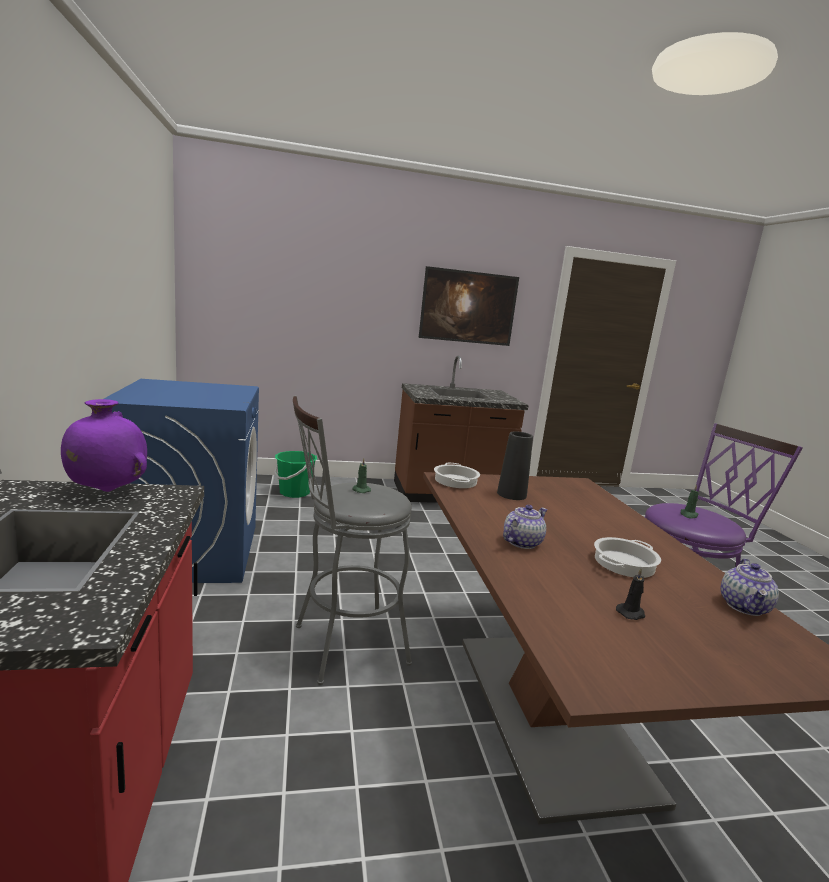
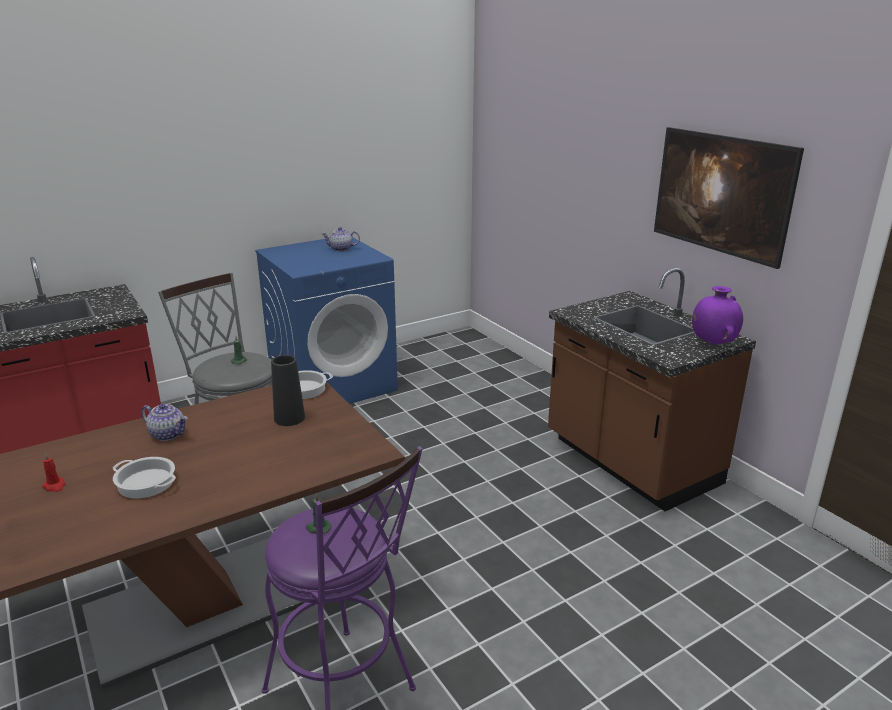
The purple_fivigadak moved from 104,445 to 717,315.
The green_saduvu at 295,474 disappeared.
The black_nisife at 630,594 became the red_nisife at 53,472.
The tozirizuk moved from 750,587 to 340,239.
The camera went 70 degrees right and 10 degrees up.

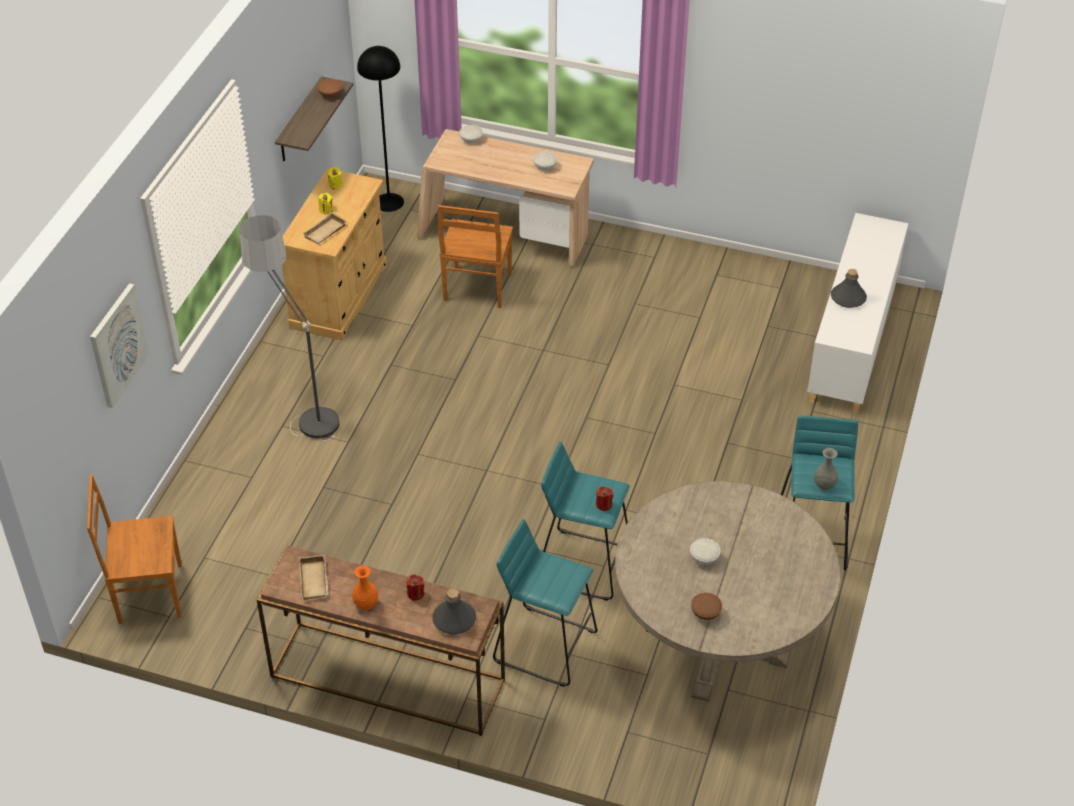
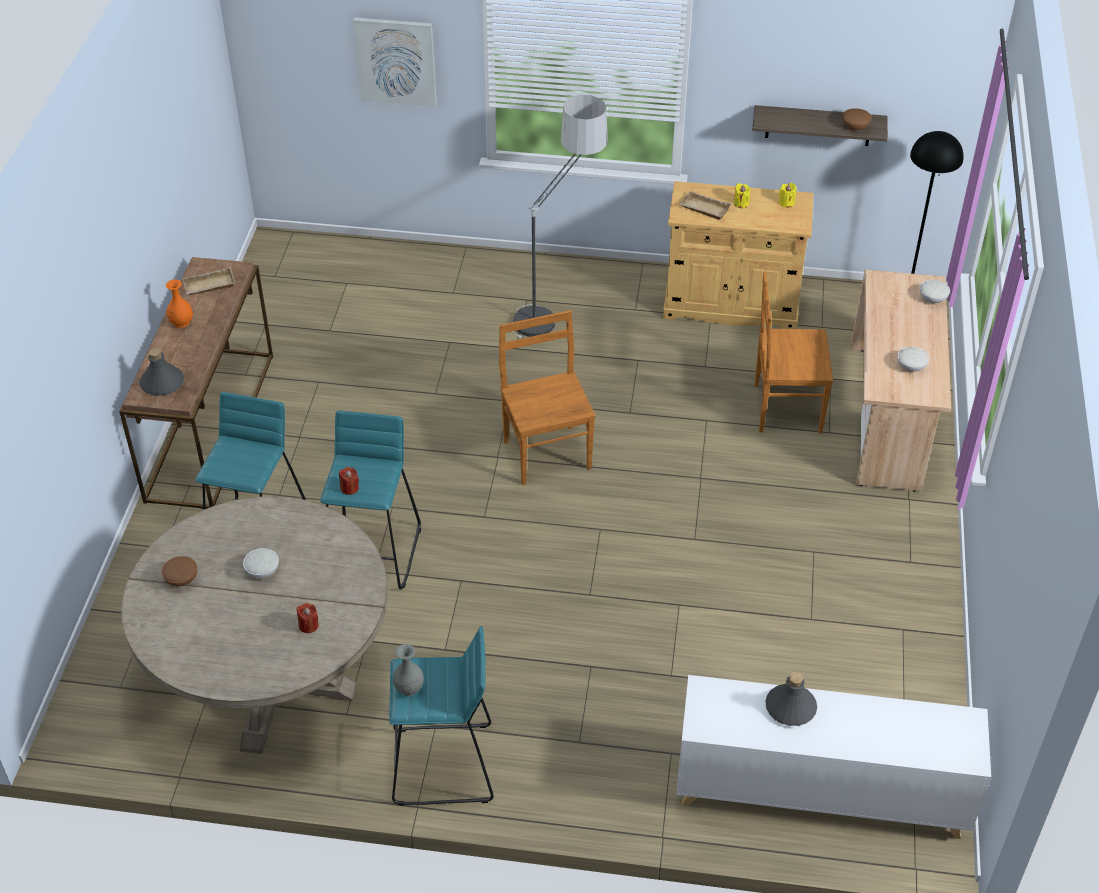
The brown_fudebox moved from 134,549 to 547,397.
The red_nisife moved from 415,588 to 308,618.
The camera went 80 degrees right and 0 degrees up.

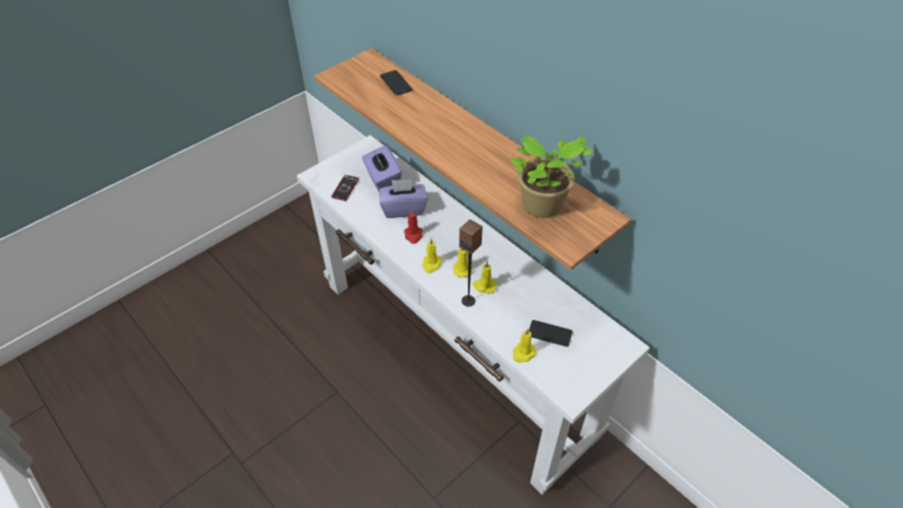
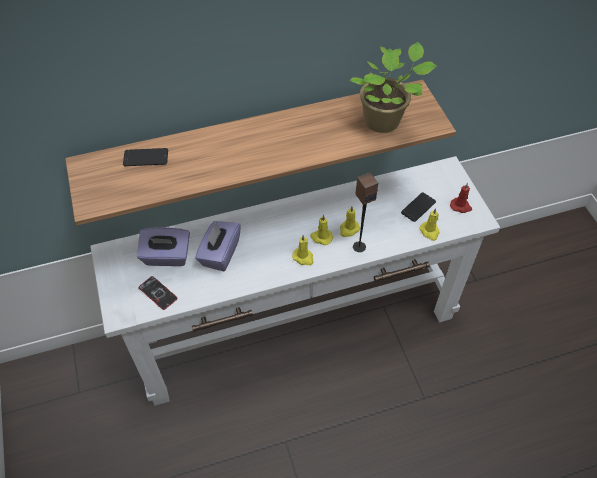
The red_nisife moved from 413,227 to 461,198.
The camera went 65 degrees left and 5 degrees up.

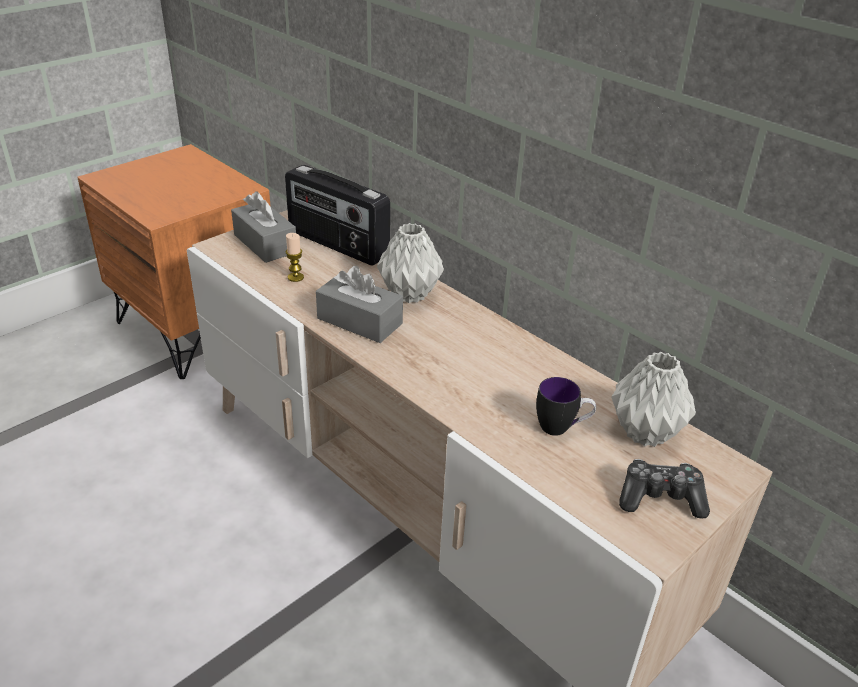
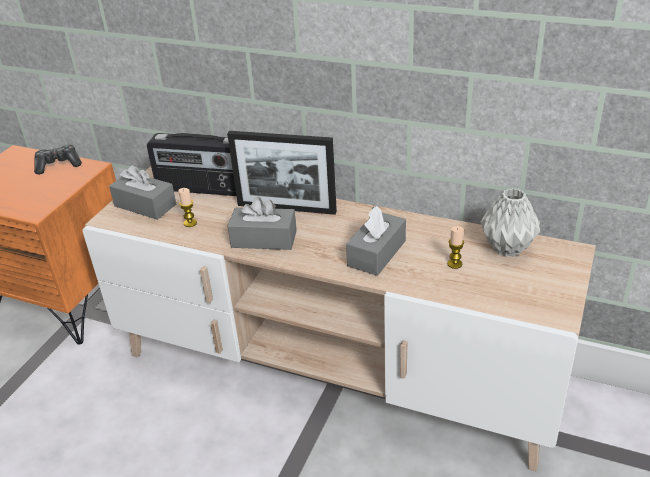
The grey_fivigadak at 410,263 was replaced by the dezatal at 282,173.
The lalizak at 566,406 was replaced by the nisife at 455,247.
The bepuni moved from 664,488 to 58,160.
The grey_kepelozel at 376,241 appeared.
The camera went 20 degrees left and 0 degrees up.

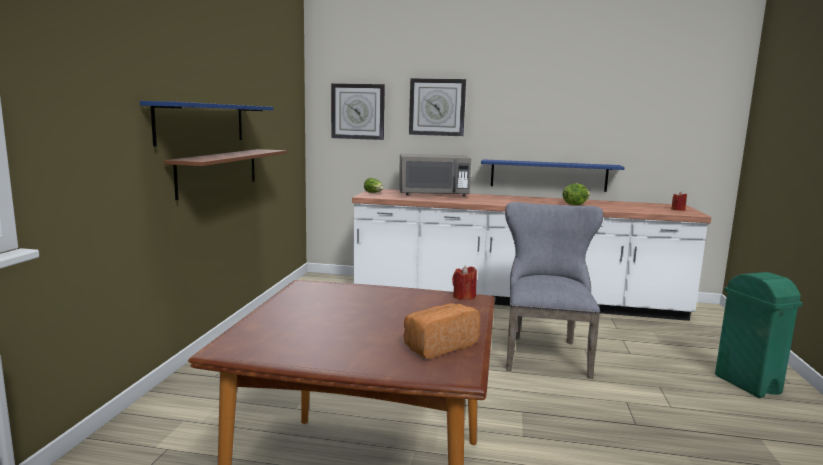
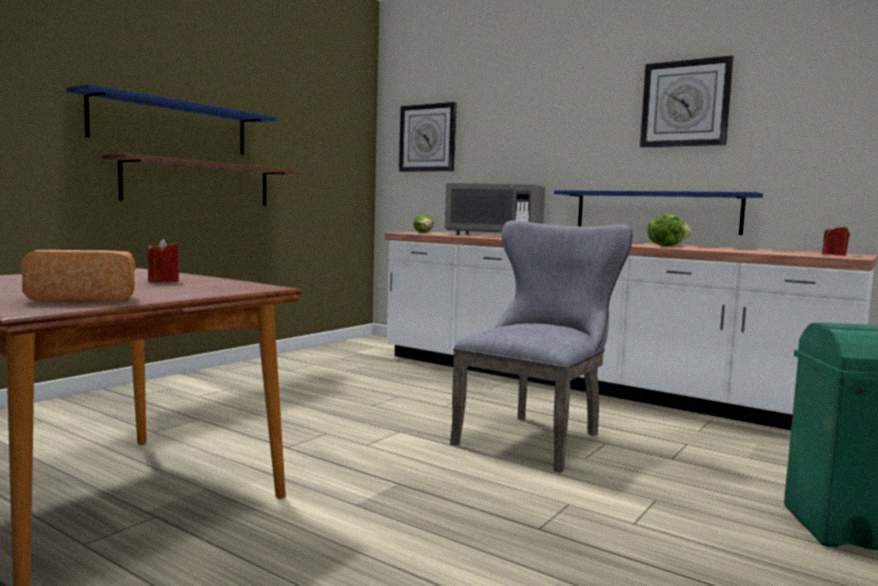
The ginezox moved from 437,107 to 686,101.
The red_nisife moved from 464,282 to 163,260.
The camera went 25 degrees right and 5 degrees down.

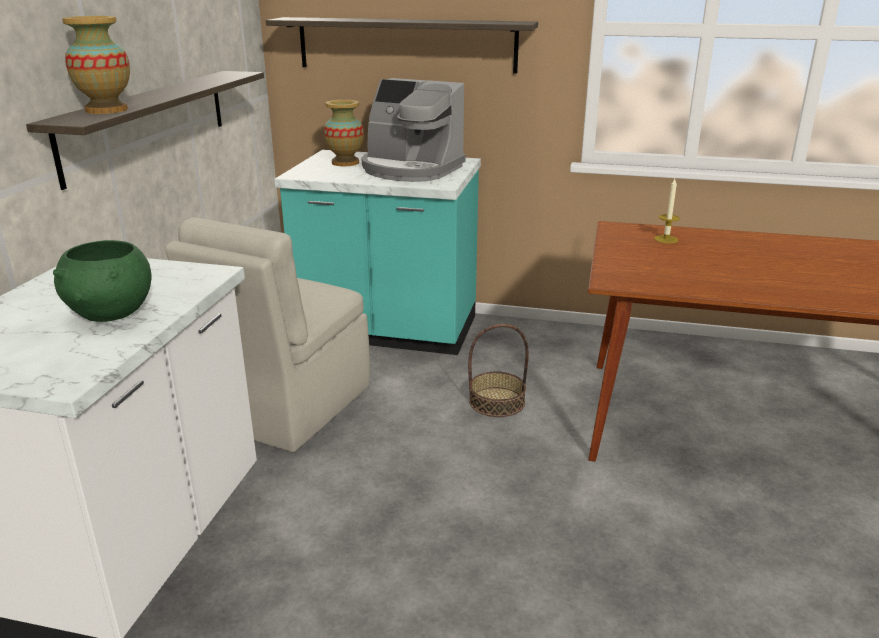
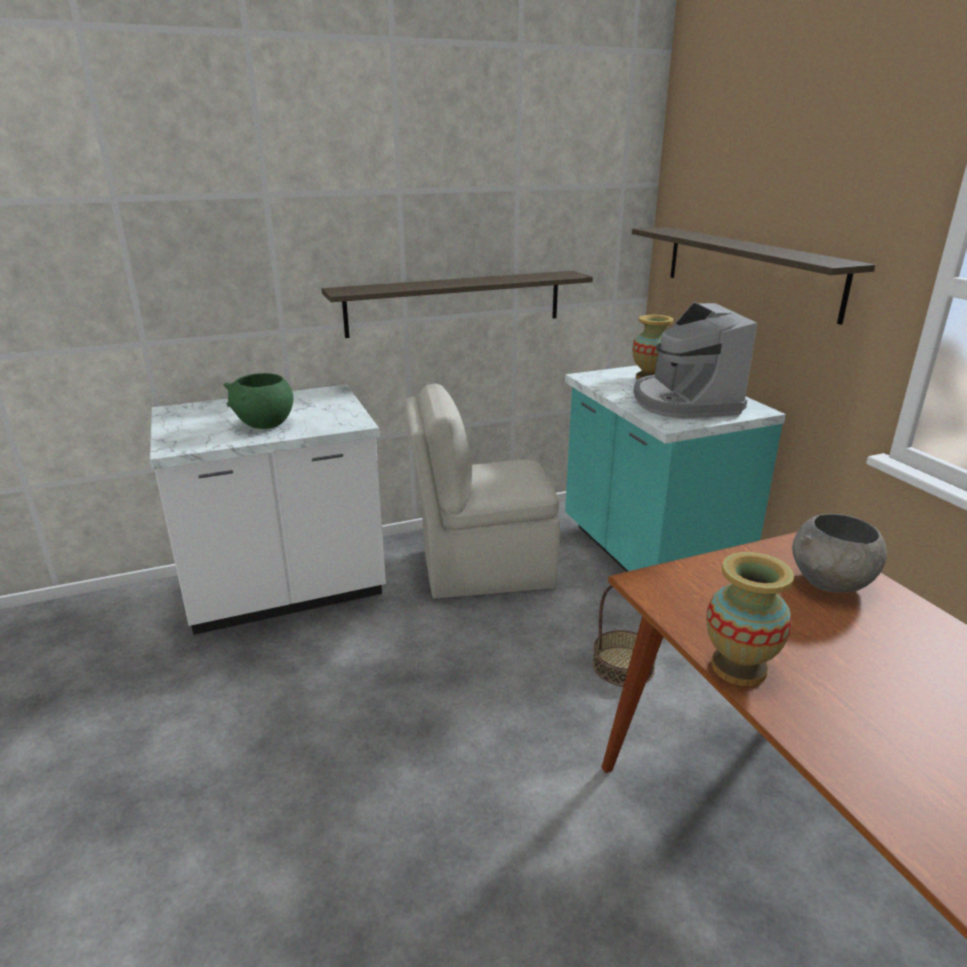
The fivigadak moved from 96,65 to 750,619.
The nisife at 667,211 was replaced by the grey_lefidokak at 839,553.
The camera went 55 degrees right and 0 degrees up.

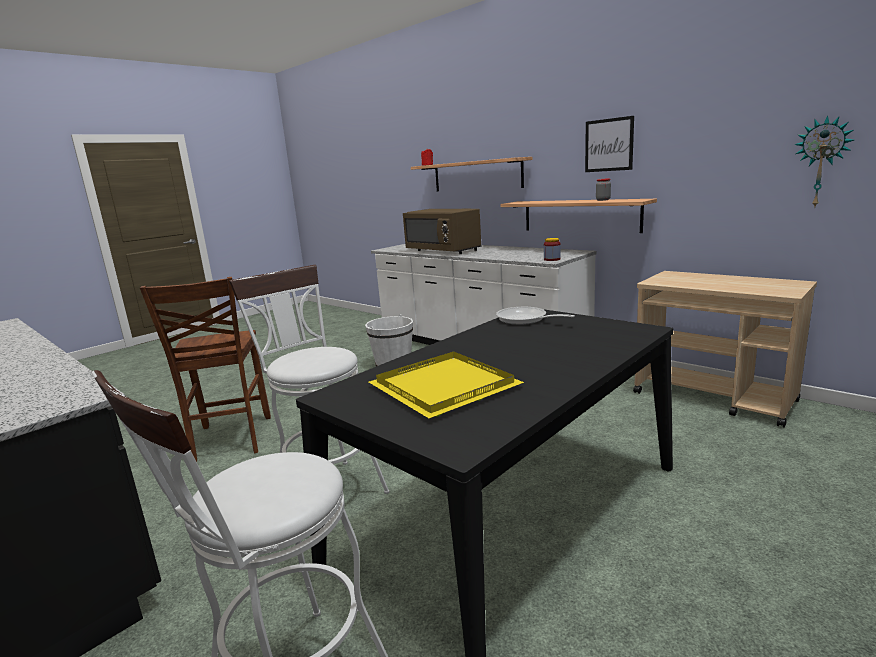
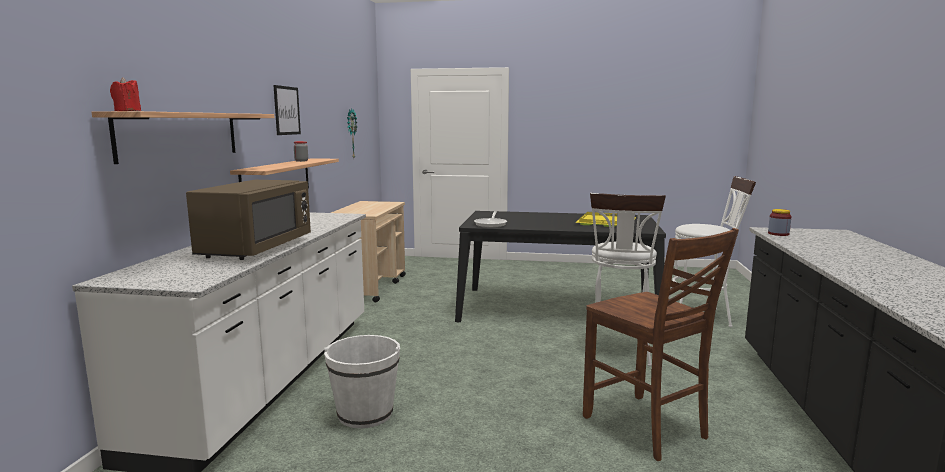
The brown_fudebox at 205,369 turned 105 degrees clockwise.
The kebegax moved from 552,249 to 780,222.
The camera went 125 degrees left and 5 degrees down.

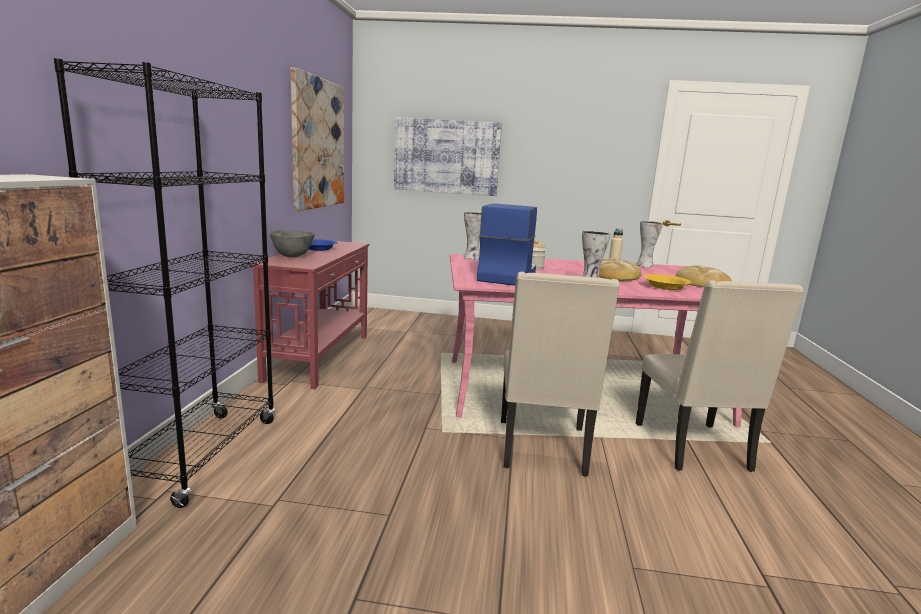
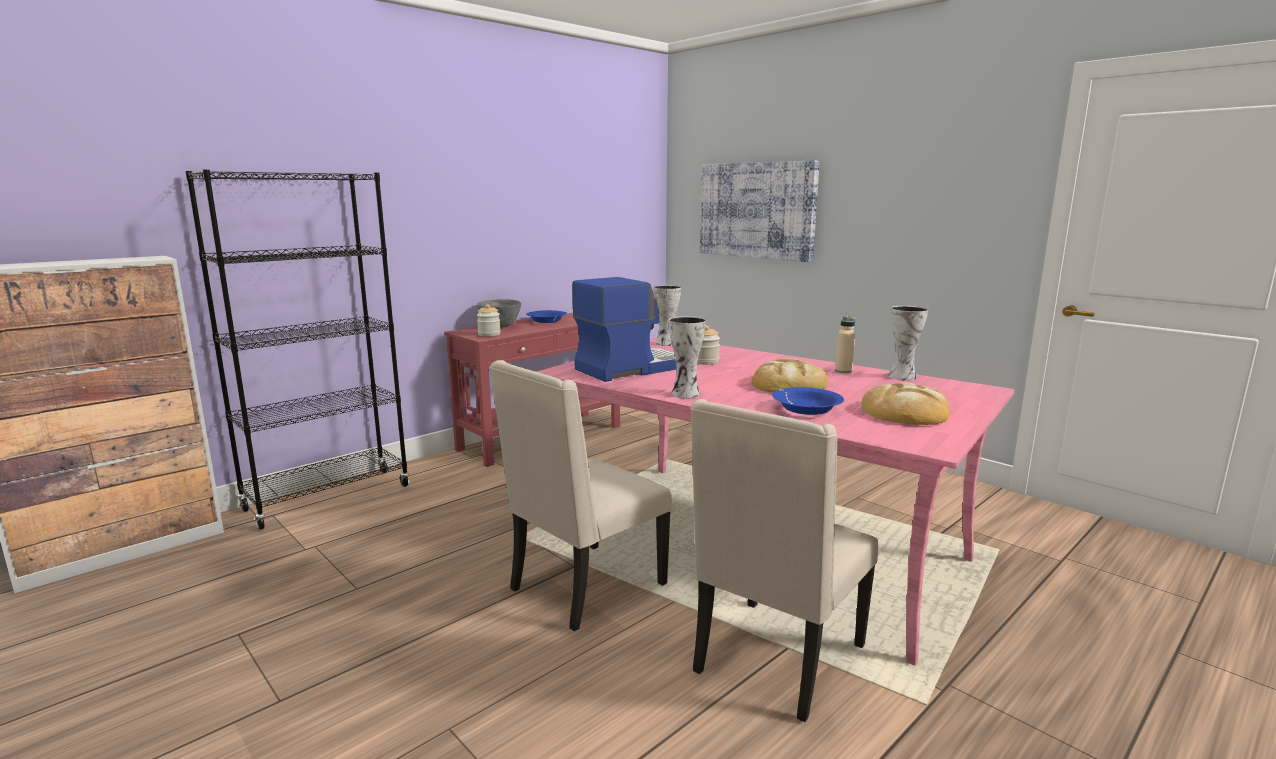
The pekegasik at 317,139 disappeared.
The yellow_lefidokak at 667,282 became the blue_lefidokak at 808,401.
The kebegax at 489,320 appeared.
The camera went 40 degrees right and 0 degrees up.

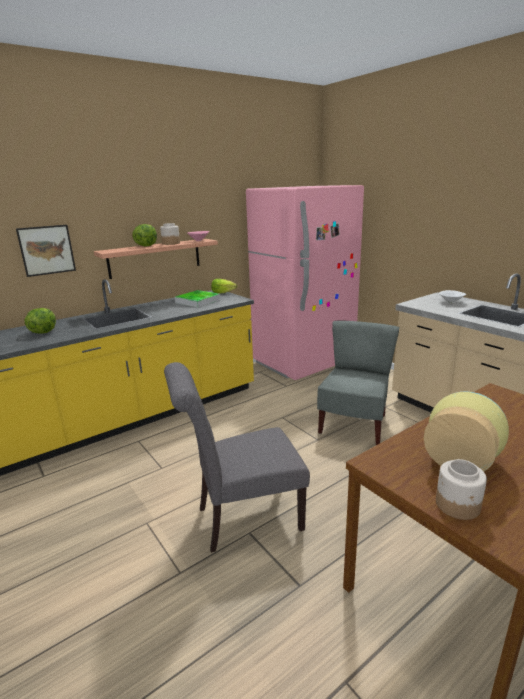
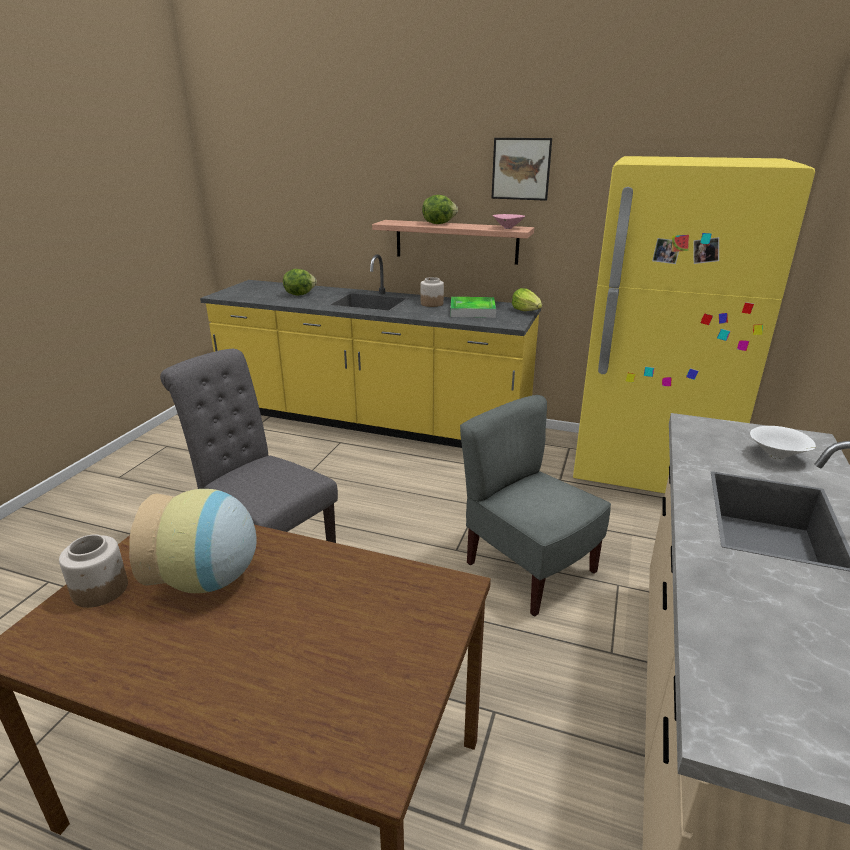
The pekegasik moved from 46,251 to 522,169.
The kebegax moved from 170,234 to 432,292.
The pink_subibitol at 305,282 became the yellow_subibitol at 694,324.
The grey_fudebox at 358,383 turned 120 degrees counterclockwise.
The camera went 55 degrees right and 5 degrees up.

